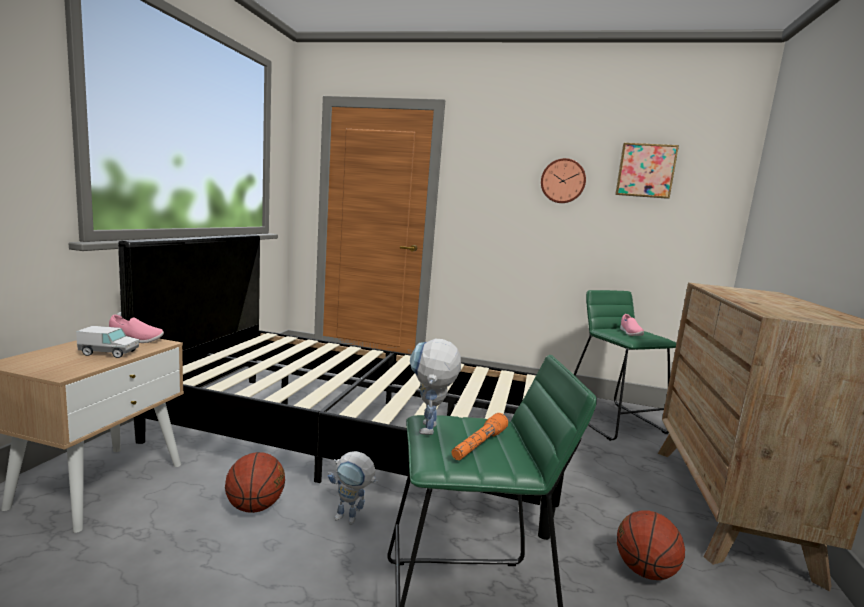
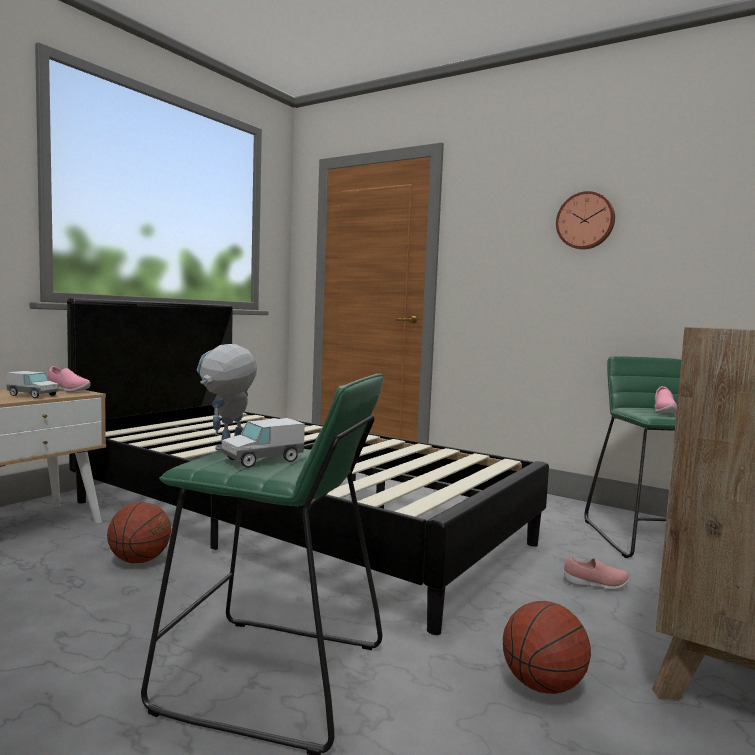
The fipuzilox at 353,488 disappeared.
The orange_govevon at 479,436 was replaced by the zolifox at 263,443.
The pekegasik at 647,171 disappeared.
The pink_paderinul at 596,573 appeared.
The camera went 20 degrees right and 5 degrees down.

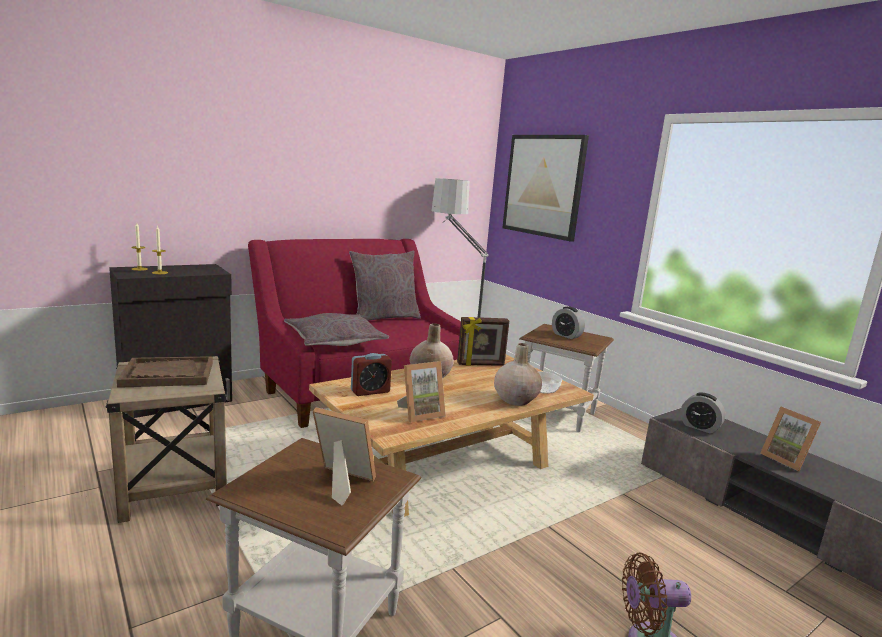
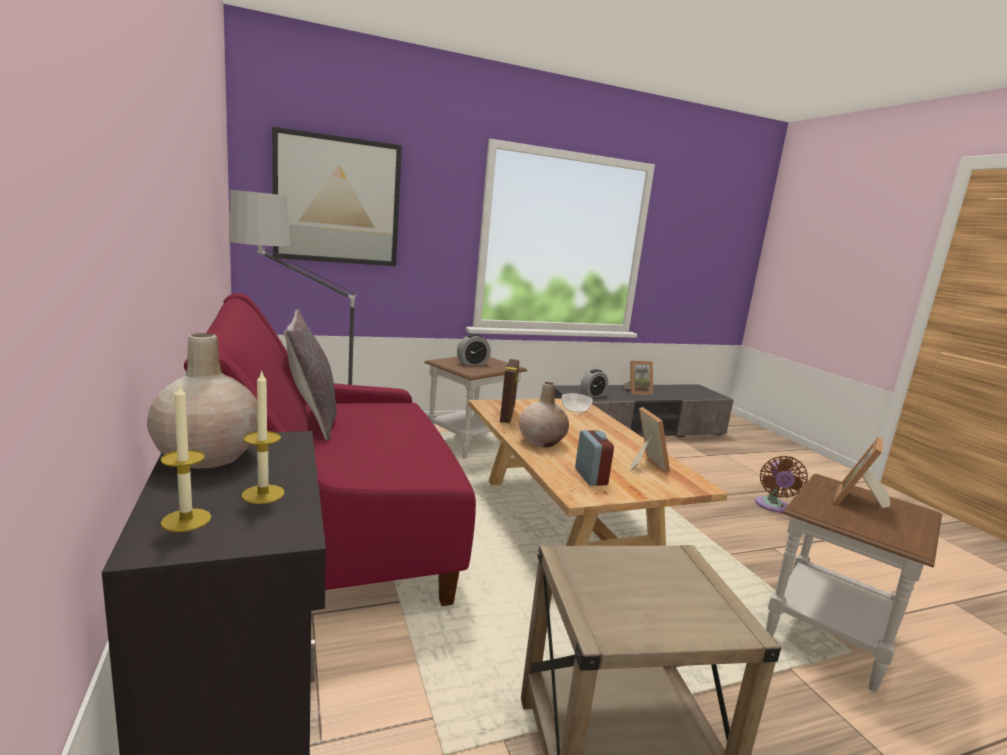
The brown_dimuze at 165,372 disappeared.
The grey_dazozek at 336,329 disappeared.
The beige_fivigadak moved from 518,374 to 202,401.
The camera went 75 degrees left and 0 degrees up.

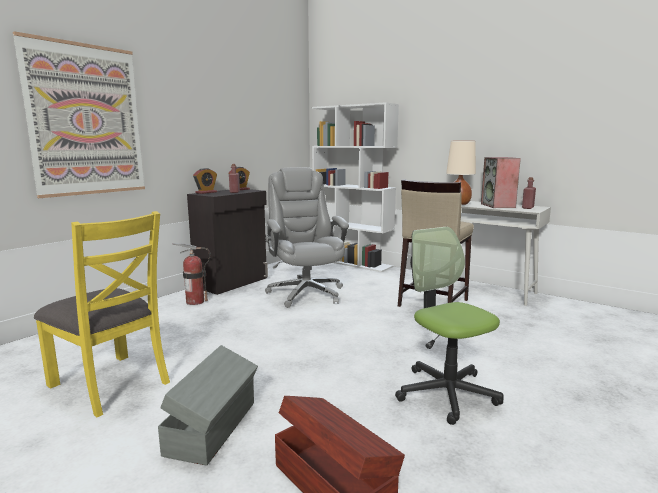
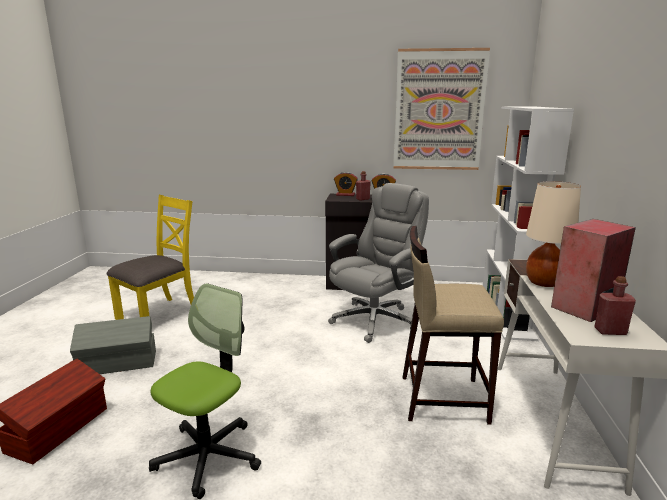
The pekegasik moved from 79,114 to 441,109.
The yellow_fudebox at 102,314 turned 150 degrees counterclockwise.
The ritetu at 192,274 disappeared.
The camera went 60 degrees right and 5 degrees up.

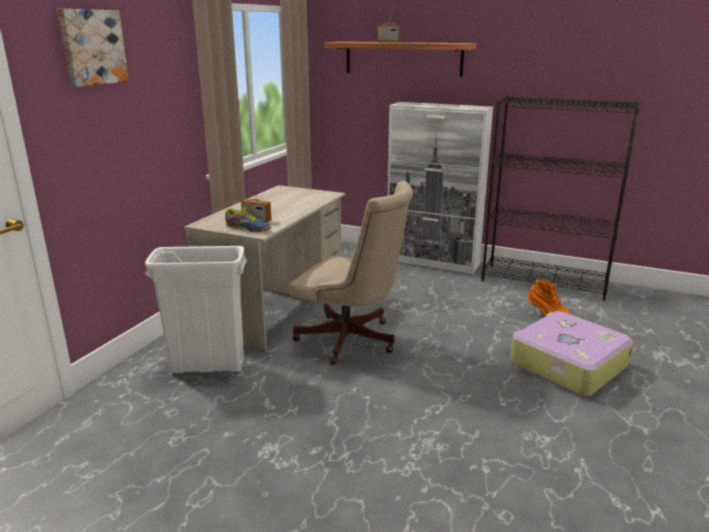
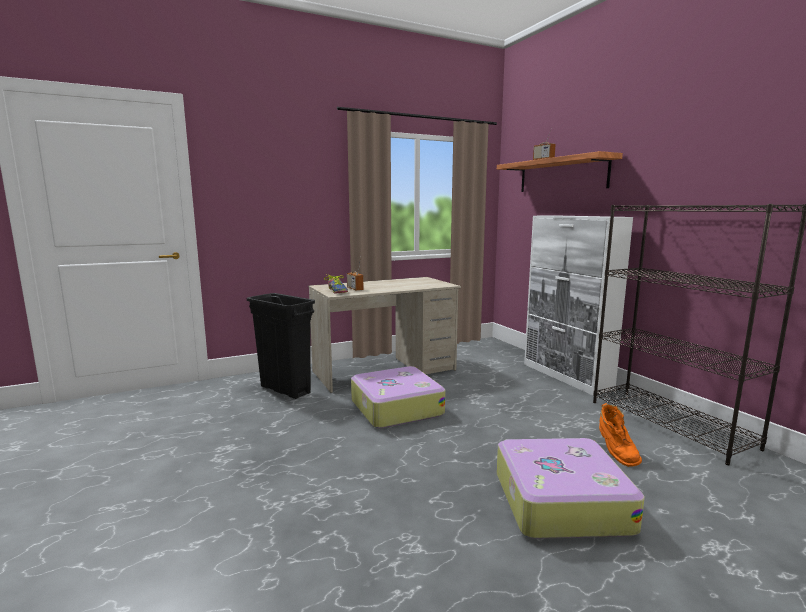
The pekegasik at 93,48 disappeared.
The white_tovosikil at 196,309 became the black_tovosikil at 281,346.
The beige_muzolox at 351,273 was replaced by the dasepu at 398,397.
The camera went 40 degrees right and 10 degrees down.

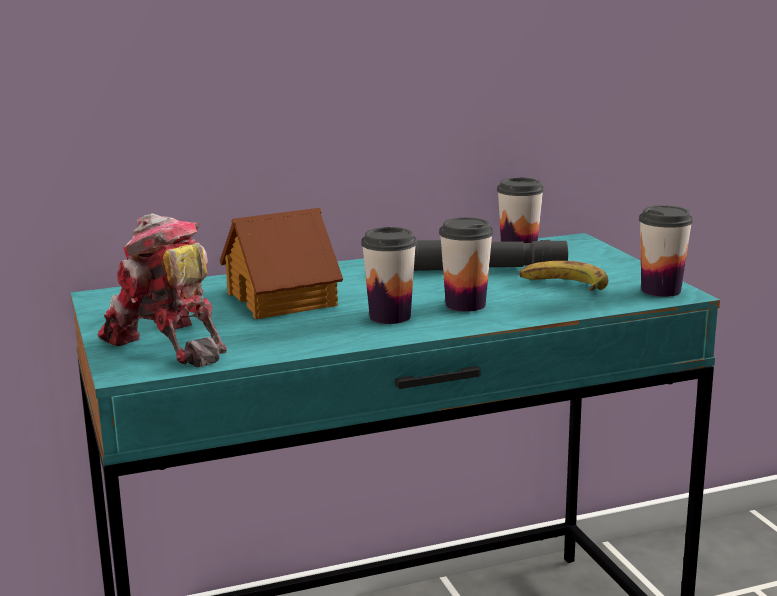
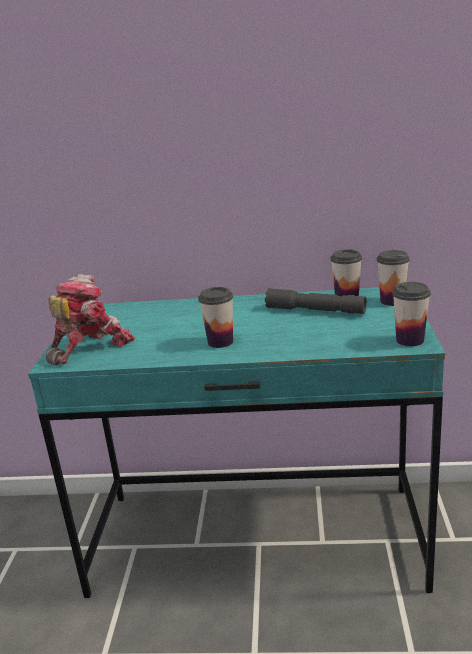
The fipuzilox at 162,290 turned 60 degrees clockwise.
The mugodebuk at 281,263 disappeared.
The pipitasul moved from 466,264 to 393,278.
The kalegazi at 563,276 disappeared.
The camera went 25 degrees right and 5 degrees up.

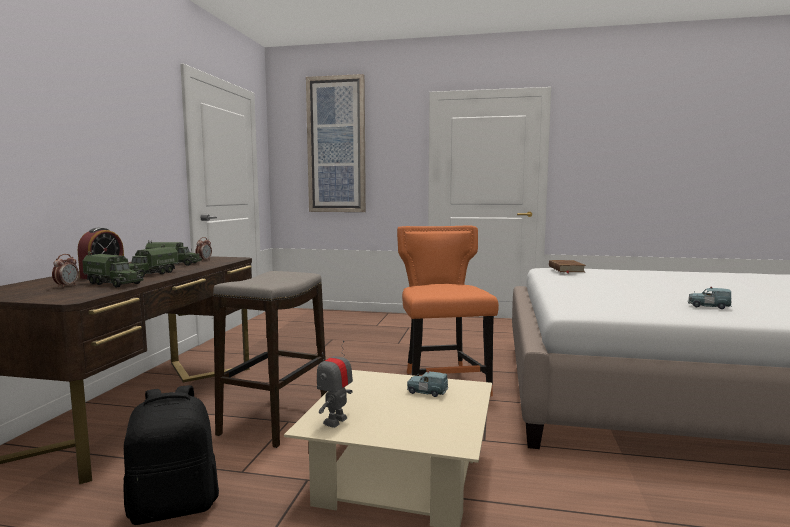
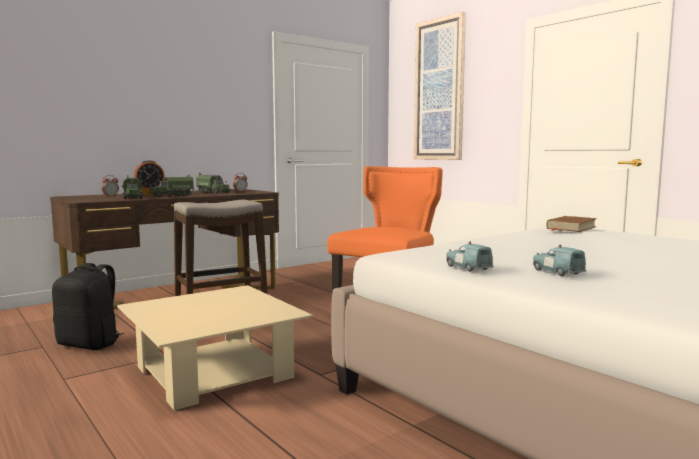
The fipuzilox at 335,384 disappeared.
The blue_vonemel moved from 427,384 to 469,257.
The camera went 40 degrees right and 0 degrees up.

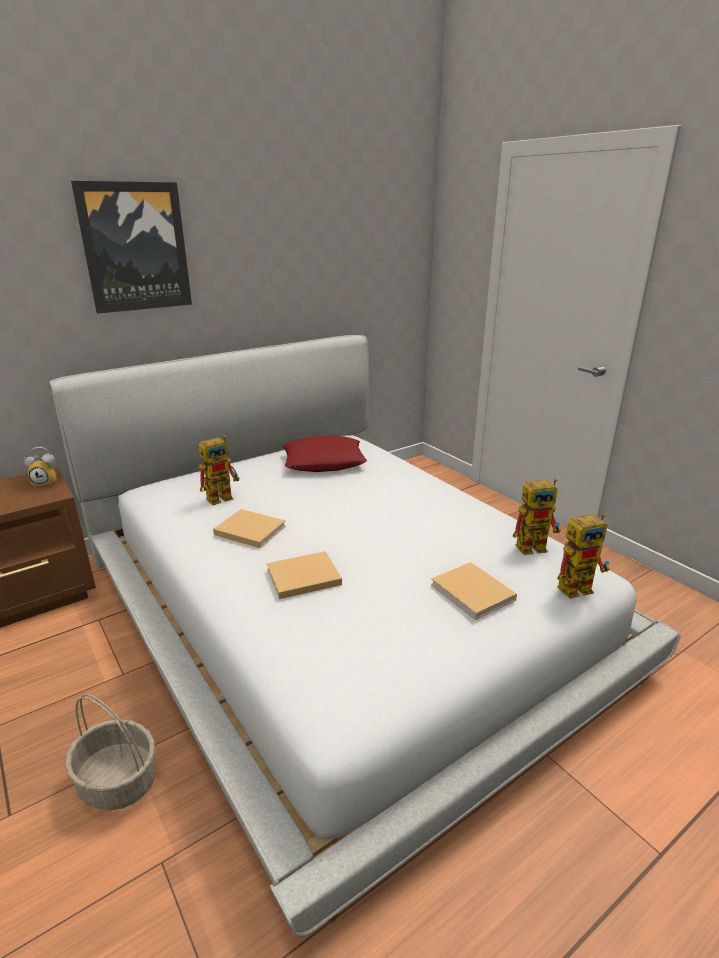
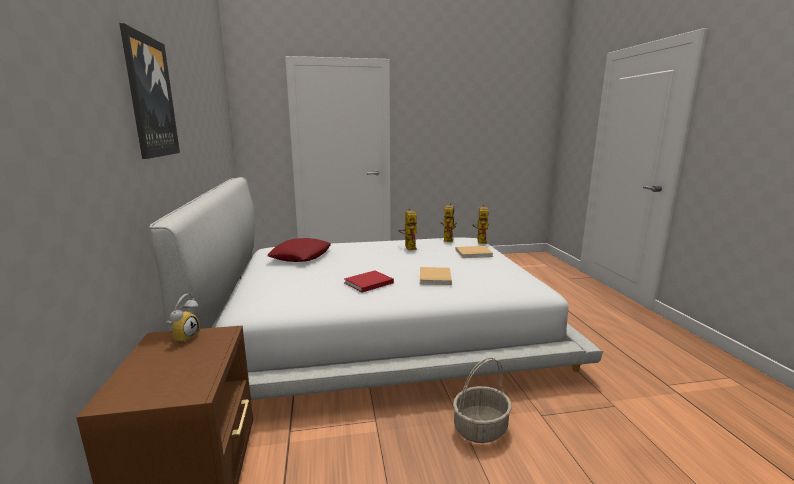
The fipuzilox moved from 219,470 to 407,229.
The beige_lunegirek at 249,528 became the red_lunegirek at 369,281.
The camera went 65 degrees left and 10 degrees down.

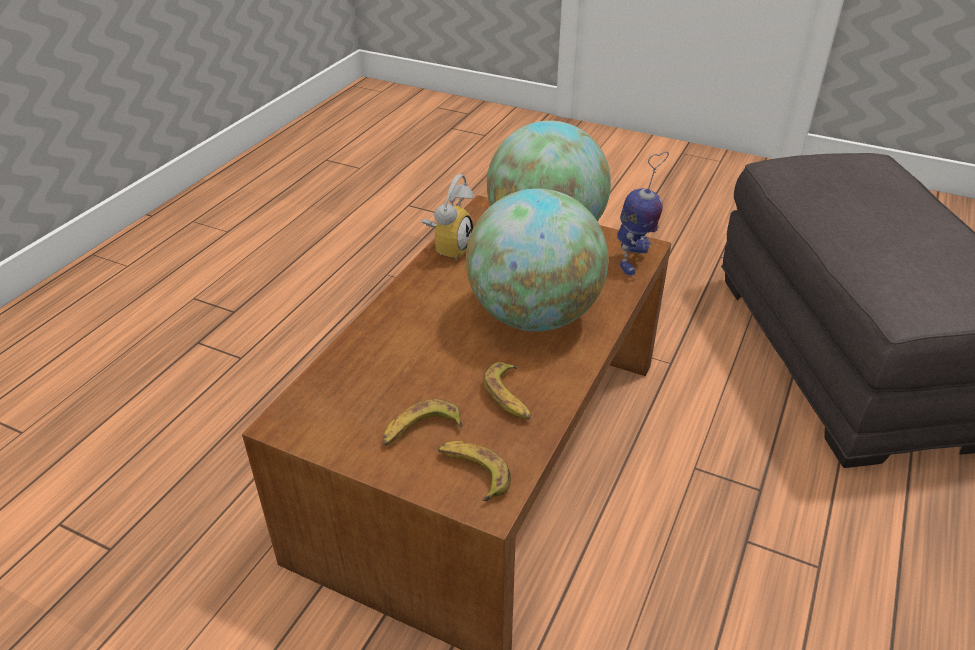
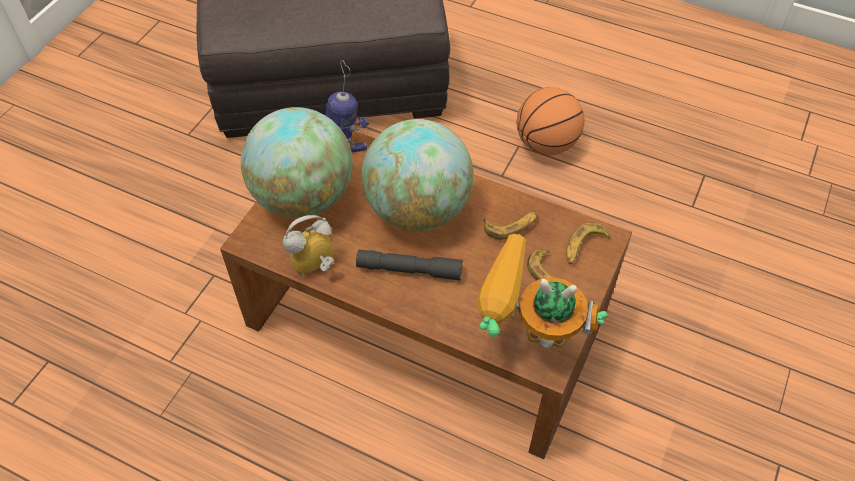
The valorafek at 448,217 turned 60 degrees counterclockwise.
The grey_govevon at 409,265 appeared.
The fipuzilox at 541,291 appeared.
The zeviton at 551,121 appeared.
The camera went 90 degrees left and 15 degrees up.

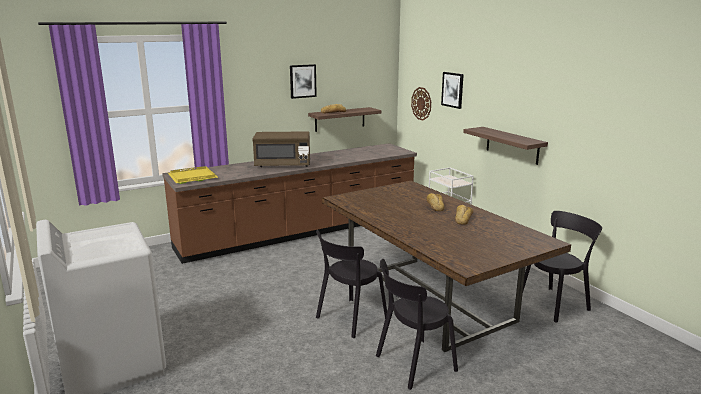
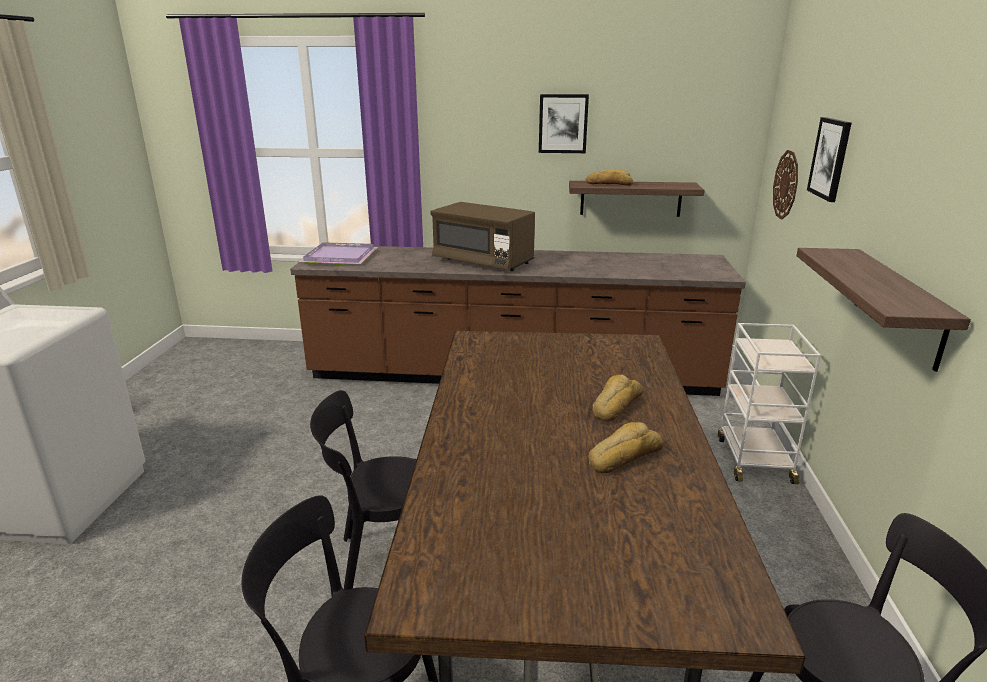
The yellow_dimuze at 193,175 became the purple_dimuze at 338,253.
The camera went 35 degrees right and 5 degrees up.

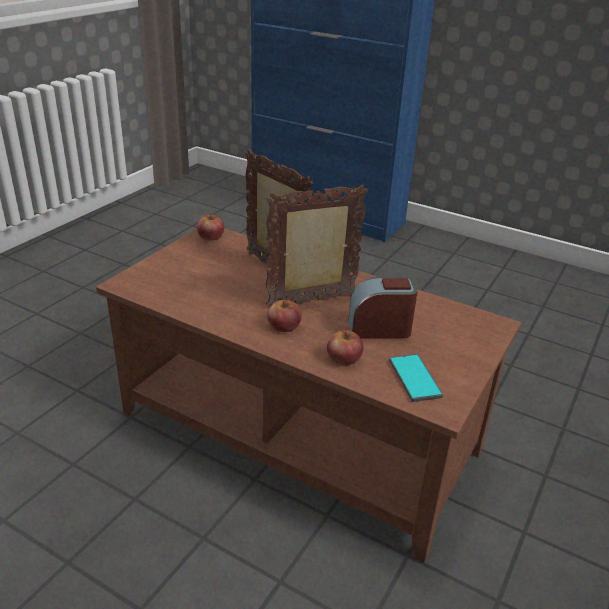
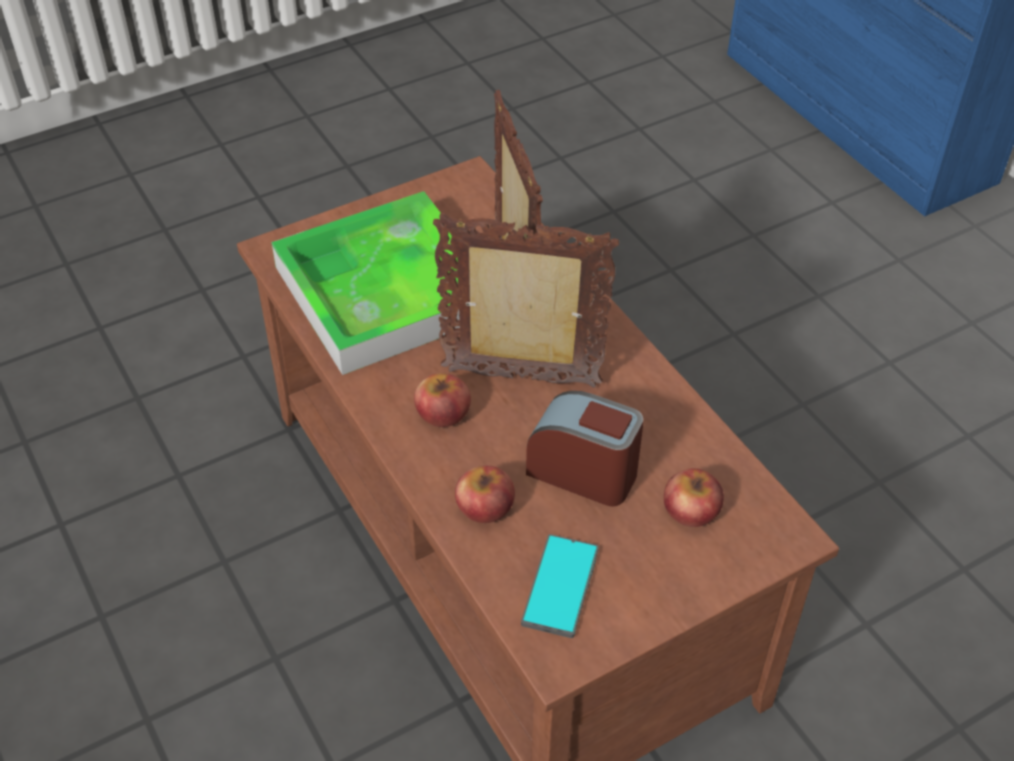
The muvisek moved from 210,227 to 694,497.
The dimuze at 365,283 appeared.
The camera went 30 degrees right and 15 degrees up.

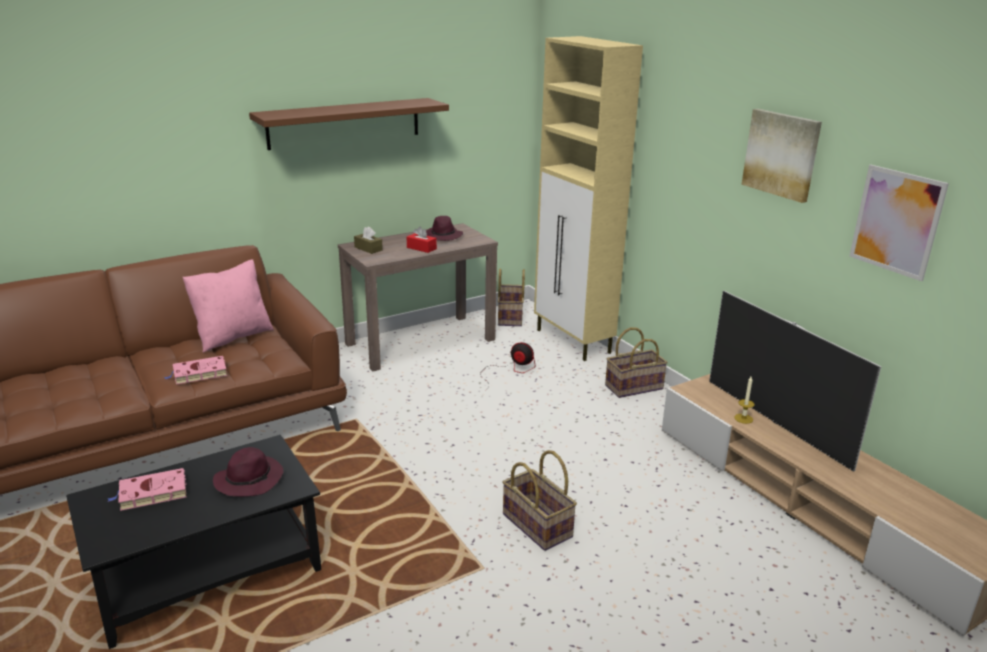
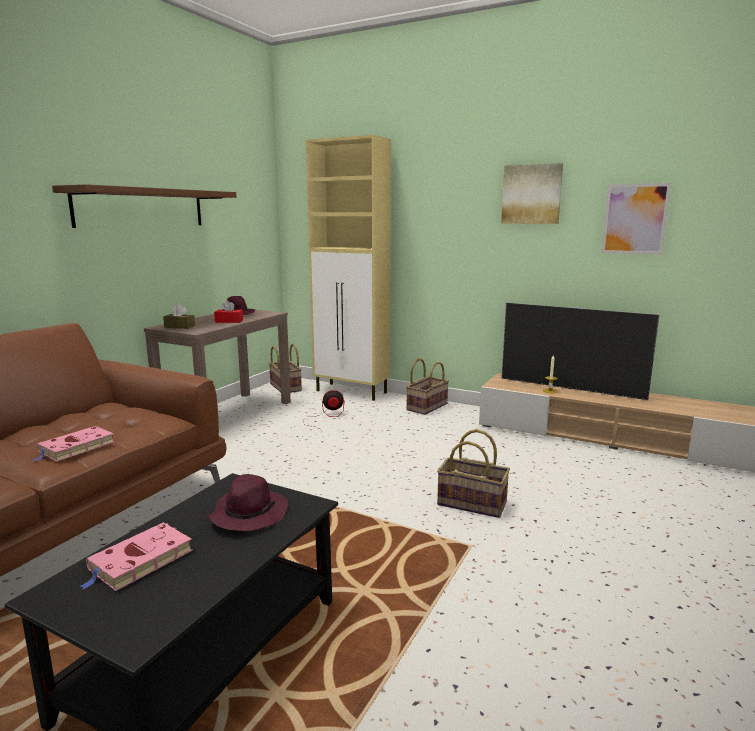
The pink_dazozek at 228,306 disappeared.
The camera went 30 degrees left and 10 degrees down.

